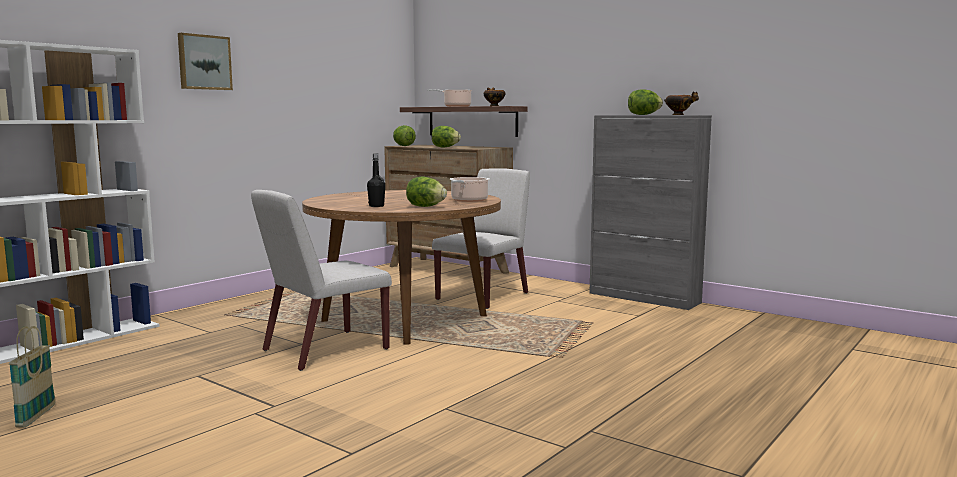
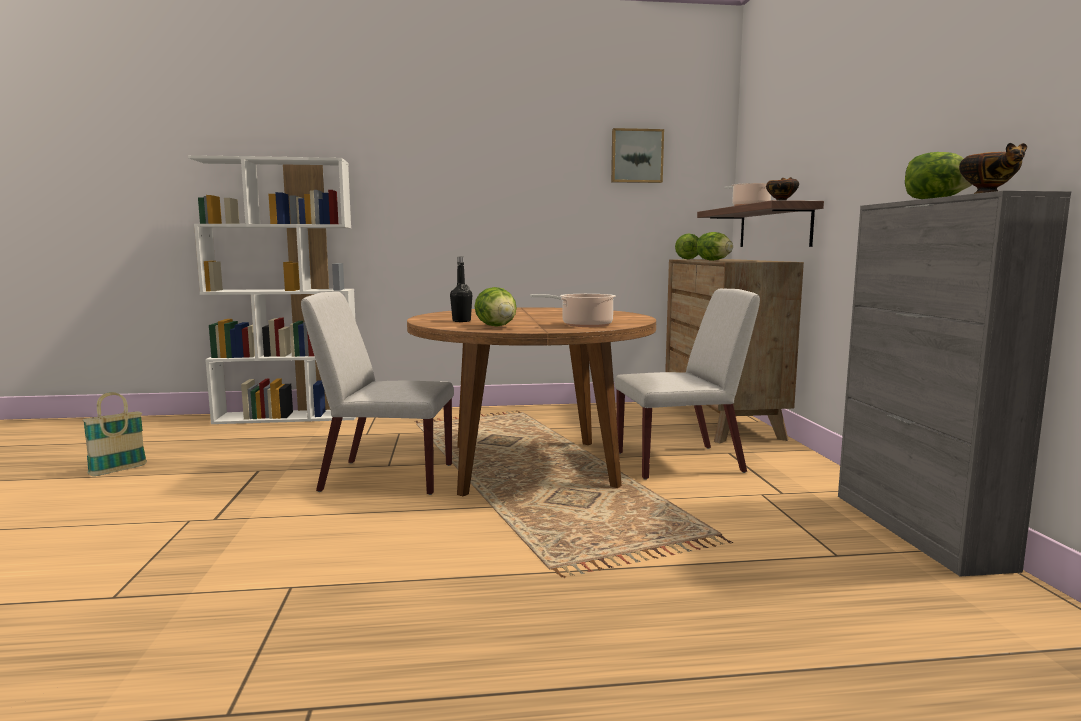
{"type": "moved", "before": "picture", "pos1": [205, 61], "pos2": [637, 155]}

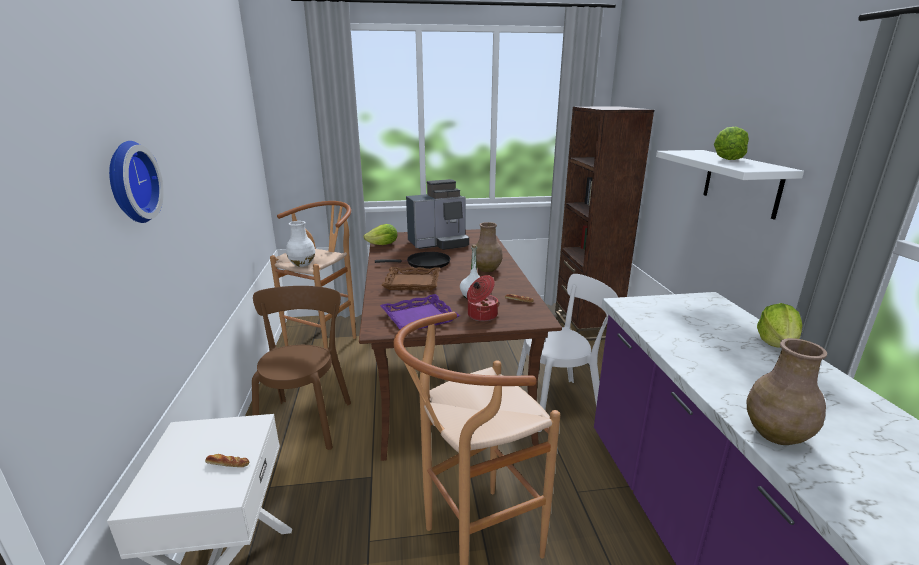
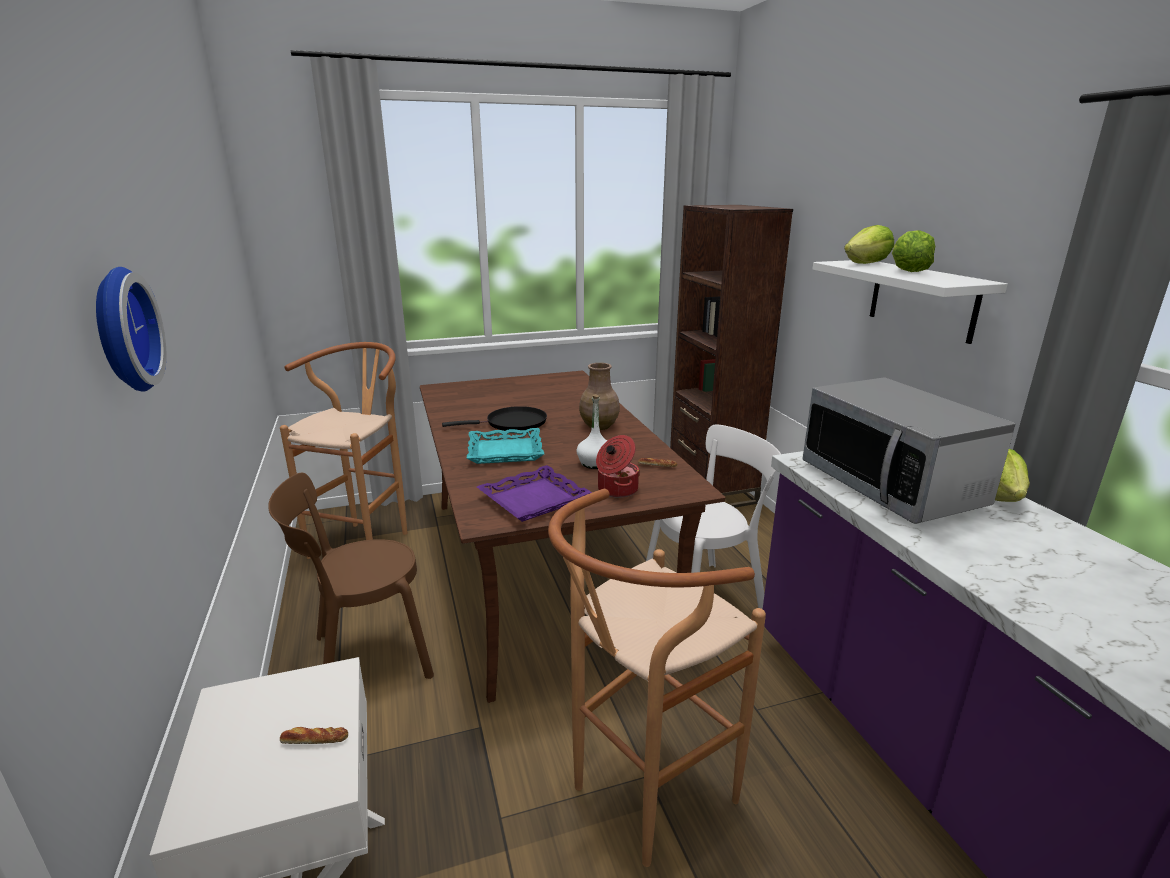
{"type": "removed", "before": "vase (white)", "pos1": [300, 244]}
{"type": "removed", "before": "coffee machine", "pos1": [437, 214]}
{"type": "removed", "before": "vase (brown)", "pos1": [787, 391]}
{"type": "added", "after": "microwave", "pos2": [908, 450]}
{"type": "moved", "before": "lettuce", "pos1": [380, 234], "pos2": [869, 244]}
{"type": "recoloured", "before": "tray (brown)", "after": "tray (turquoise)", "pos1": [411, 279], "pos2": [505, 446]}
{"type": "turned", "before": "chair (brown)", "pos1": [301, 368], "pos2": [351, 576], "turn": -105}

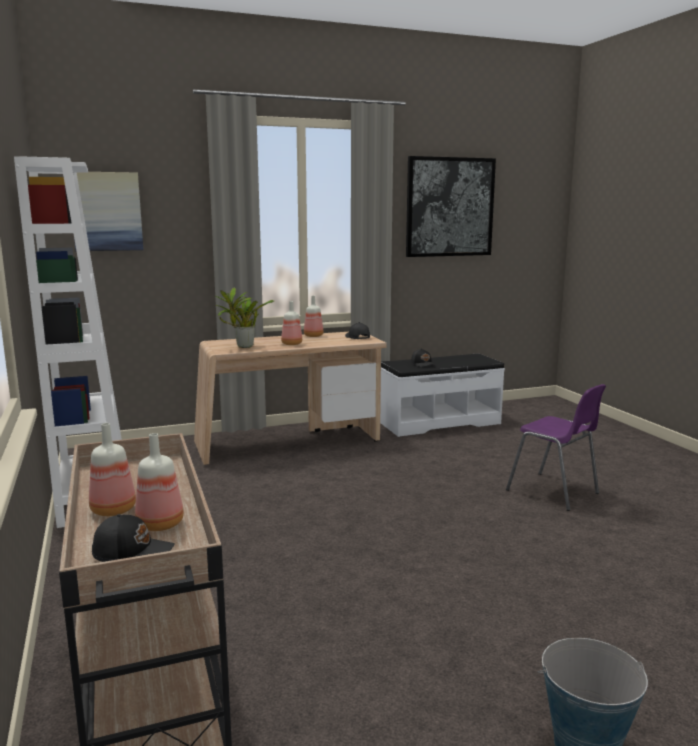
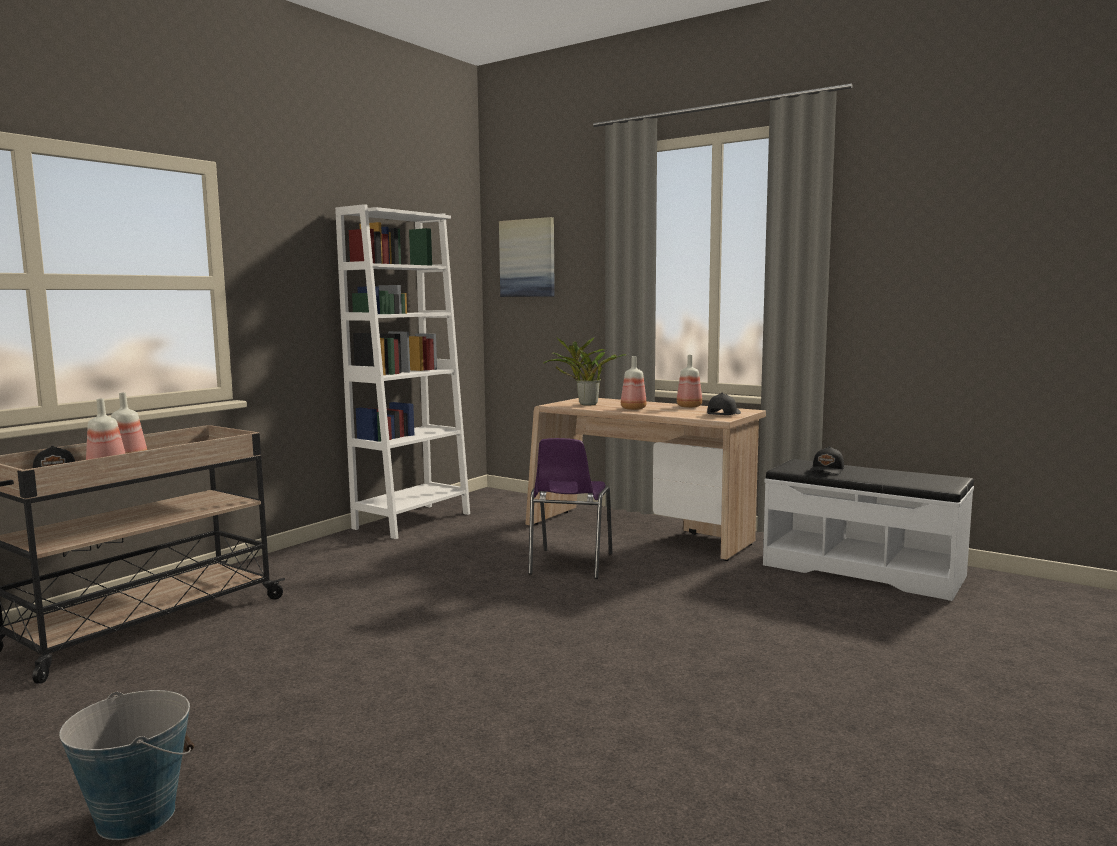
{"type": "removed", "before": "picture", "pos1": [451, 206]}
{"type": "moved", "before": "chair (purple)", "pos1": [556, 447], "pos2": [570, 508]}

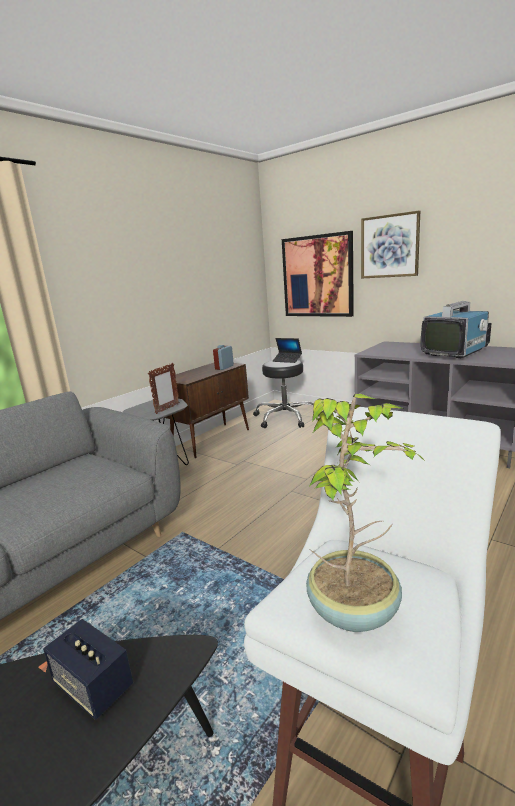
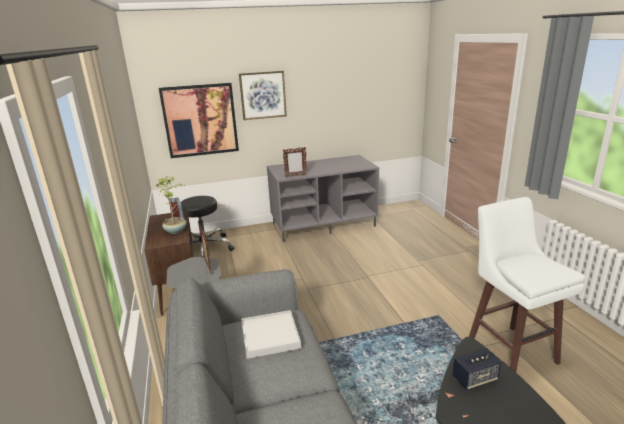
{"type": "removed", "before": "laptop", "pos1": [287, 350]}
{"type": "removed", "before": "television", "pos1": [456, 329]}
{"type": "added", "after": "tray (white)", "pos2": [271, 334]}
{"type": "added", "after": "picture frame", "pos2": [295, 162]}
{"type": "moved", "before": "potted plant", "pos1": [366, 513], "pos2": [171, 205]}

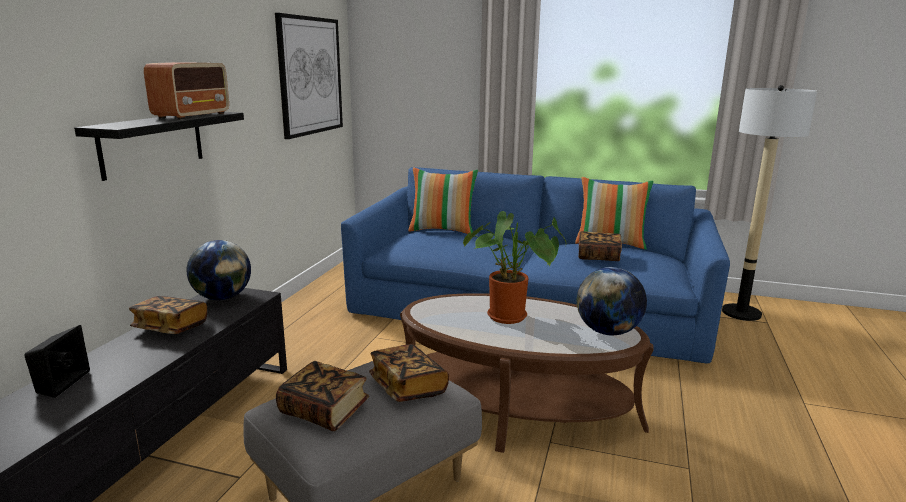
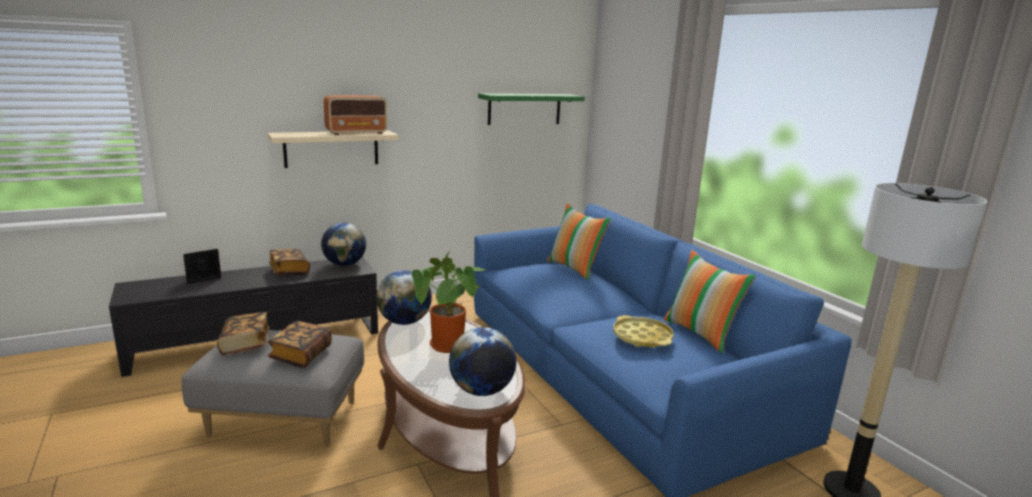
{"type": "added", "after": "globe", "pos2": [404, 297]}
{"type": "replaced", "before": "picture", "after": "shelf (green)", "pos1": [309, 76], "pos2": [531, 109]}
{"type": "replaced", "before": "book", "after": "tray (yellow)", "pos1": [600, 246], "pos2": [643, 331]}
{"type": "recoloured", "before": "shelf (black)", "after": "shelf (beige)", "pos1": [159, 146], "pos2": [333, 149]}

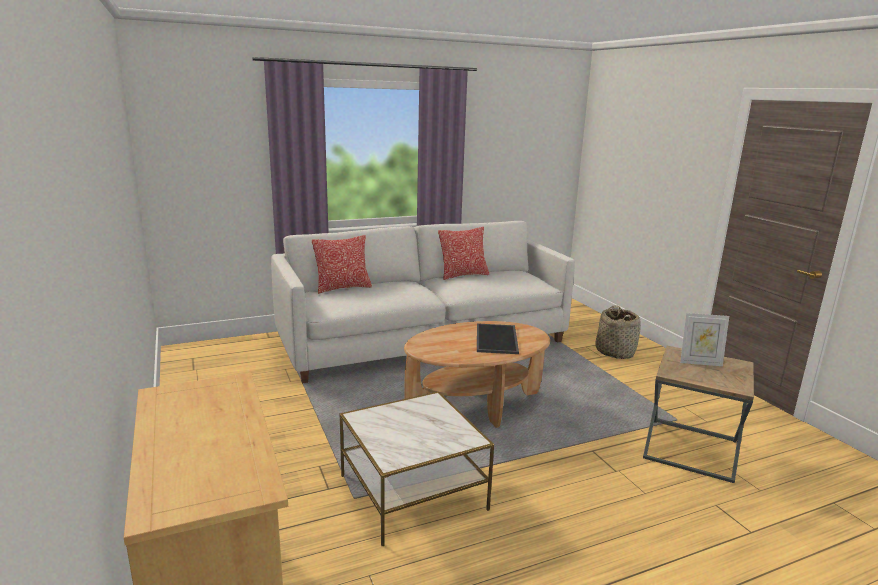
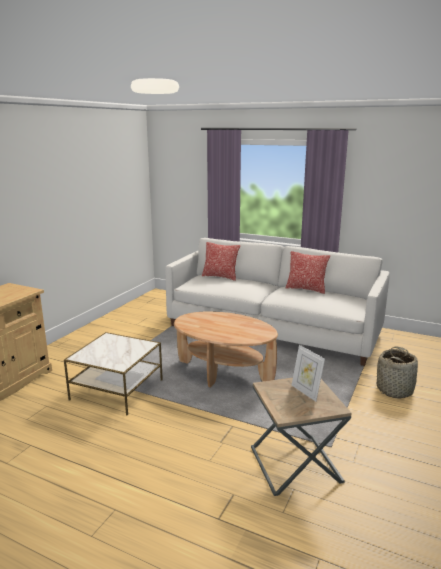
{"type": "removed", "before": "tray", "pos1": [498, 338]}

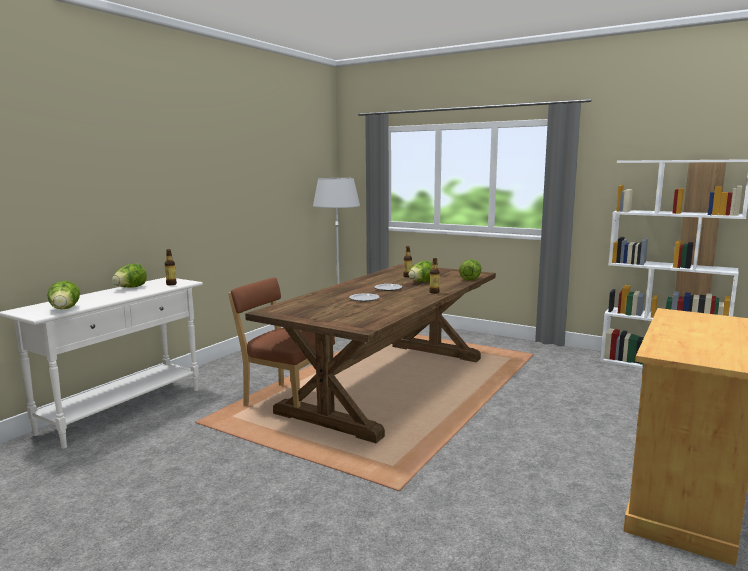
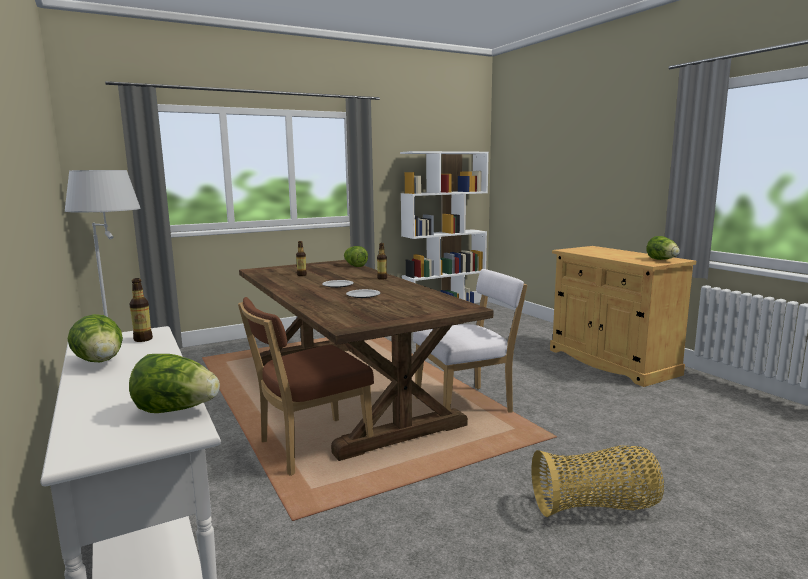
{"type": "added", "after": "chair (white)", "pos2": [470, 341]}
{"type": "added", "after": "basket", "pos2": [598, 481]}
{"type": "moved", "before": "lettuce", "pos1": [420, 271], "pos2": [663, 248]}

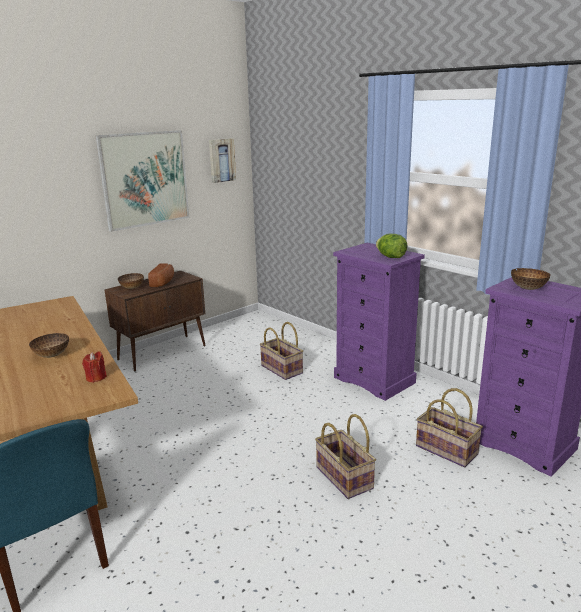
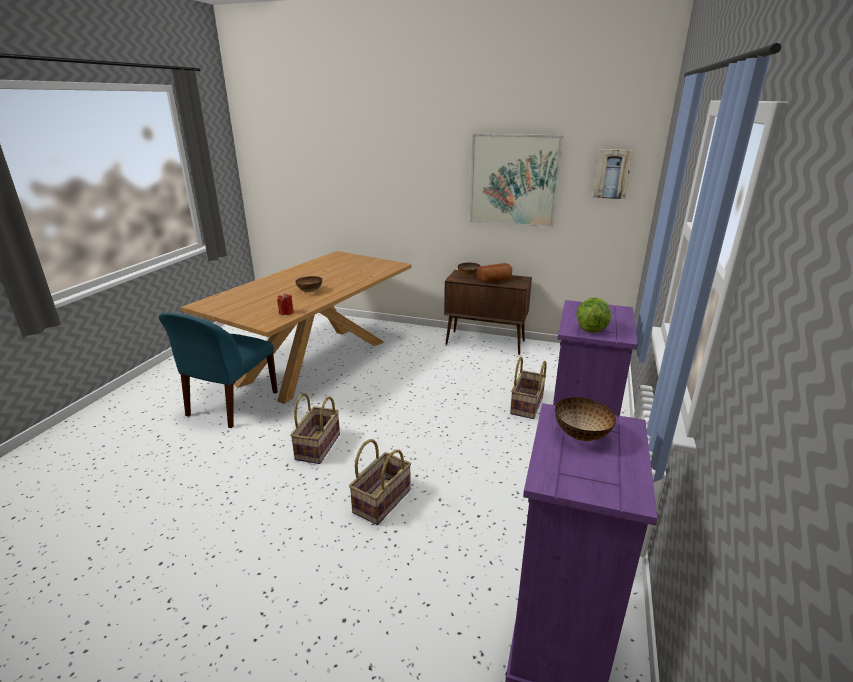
{"type": "moved", "before": "basket", "pos1": [449, 427], "pos2": [315, 428]}

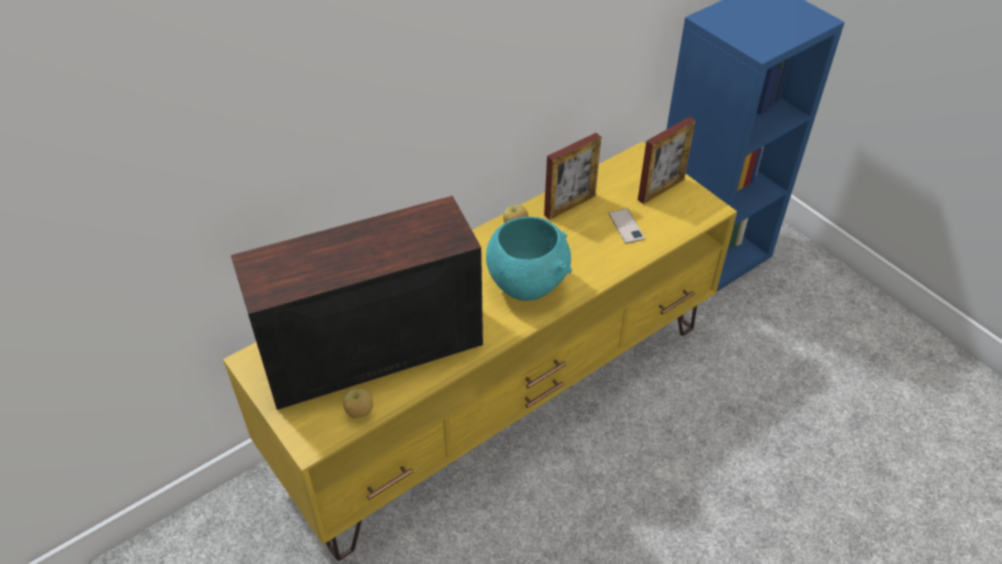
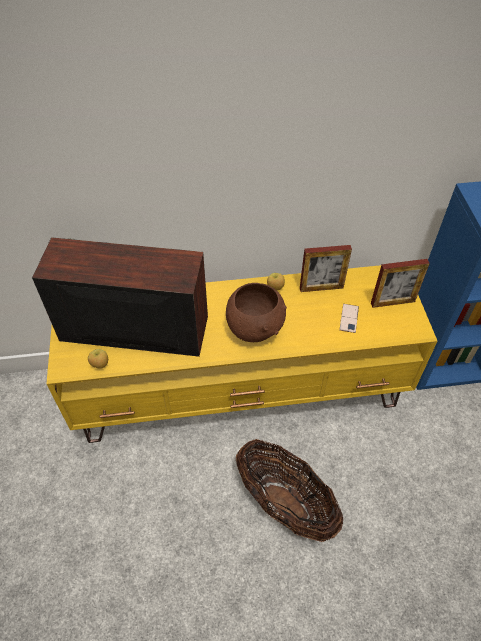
{"type": "added", "after": "basket", "pos2": [289, 490]}
{"type": "recoloured", "before": "bowl (turquoise)", "after": "bowl (brown)", "pos1": [529, 259], "pos2": [256, 312]}

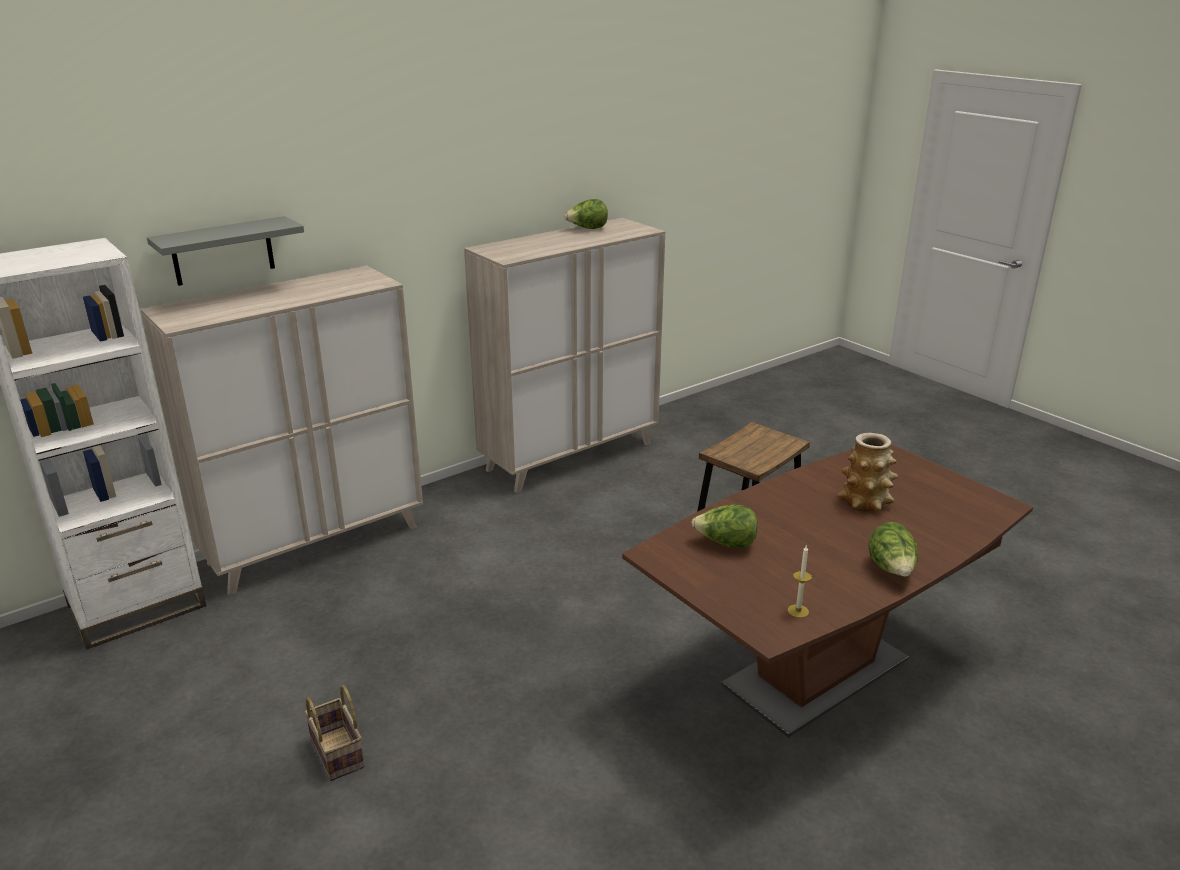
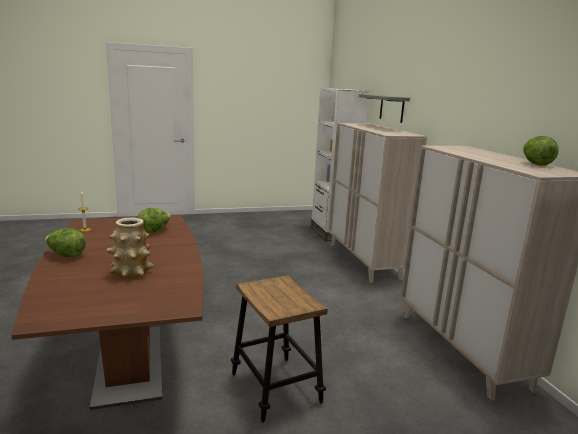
{"type": "removed", "before": "basket", "pos1": [335, 733]}

